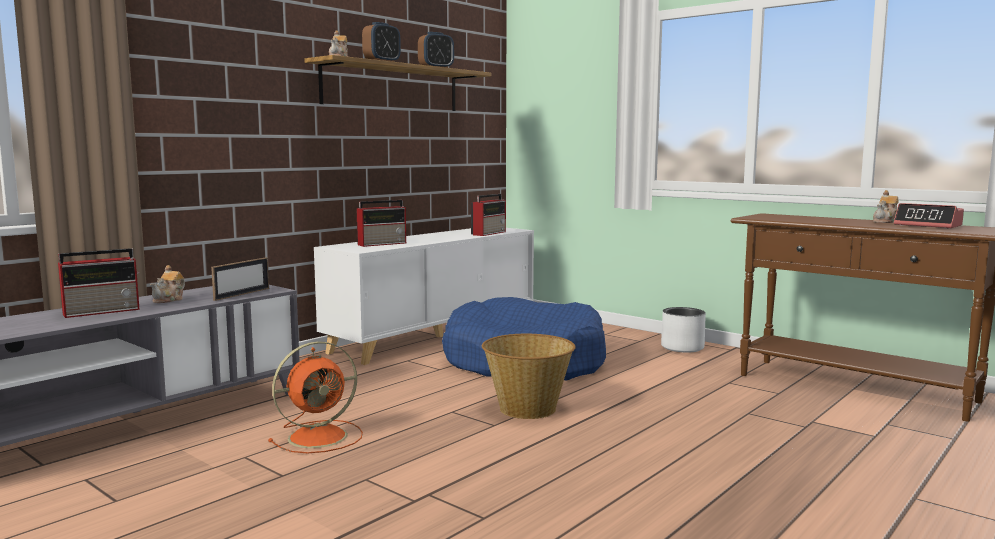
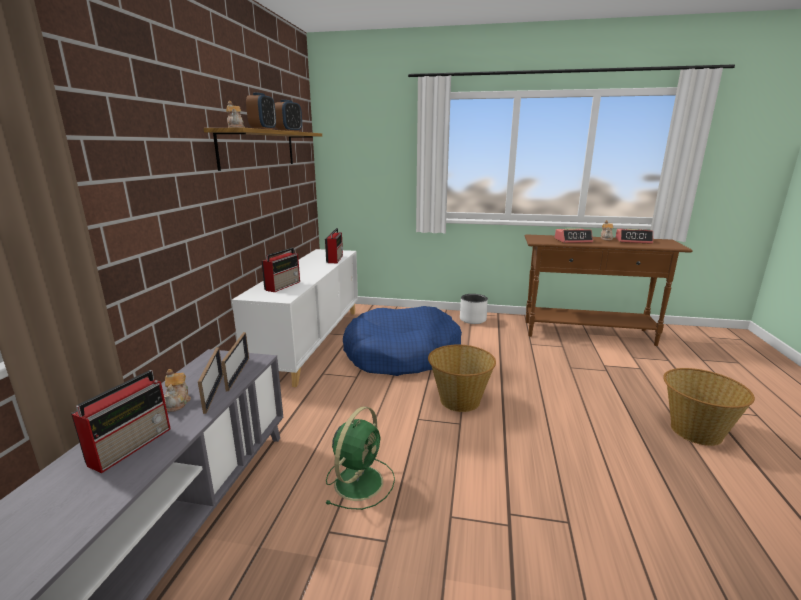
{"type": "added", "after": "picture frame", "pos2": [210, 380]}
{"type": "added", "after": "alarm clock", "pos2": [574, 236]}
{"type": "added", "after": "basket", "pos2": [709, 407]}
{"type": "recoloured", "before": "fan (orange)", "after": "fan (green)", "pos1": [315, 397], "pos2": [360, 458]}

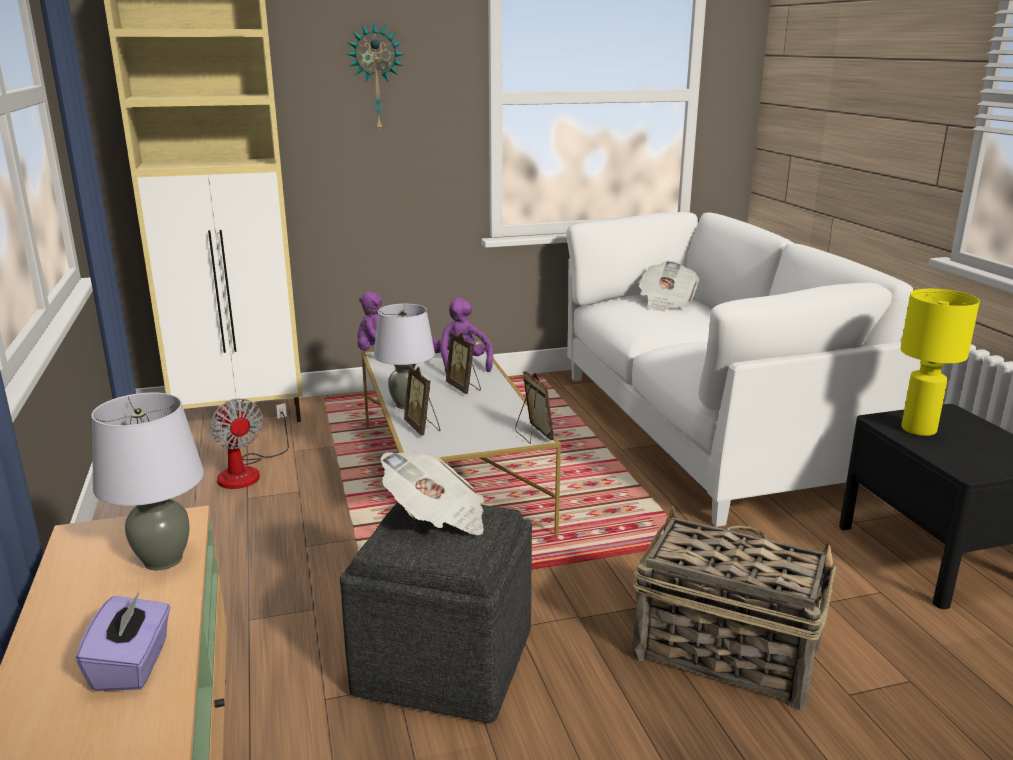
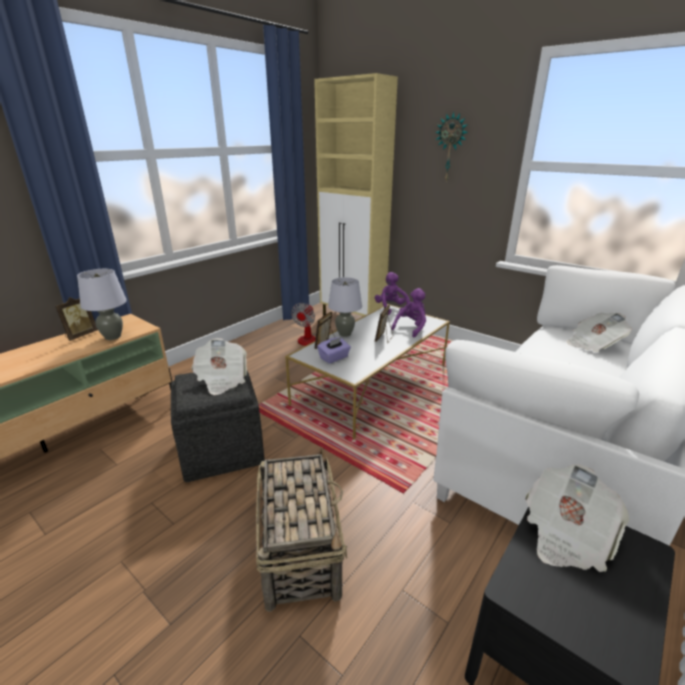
{"type": "moved", "before": "tissue box (purple)", "pos1": [123, 641], "pos2": [334, 350]}
{"type": "moved", "before": "picture frame", "pos1": [534, 407], "pos2": [76, 319]}
{"type": "replaced", "before": "table lamp (yellow)", "after": "newspaper", "pos1": [940, 362], "pos2": [577, 518]}

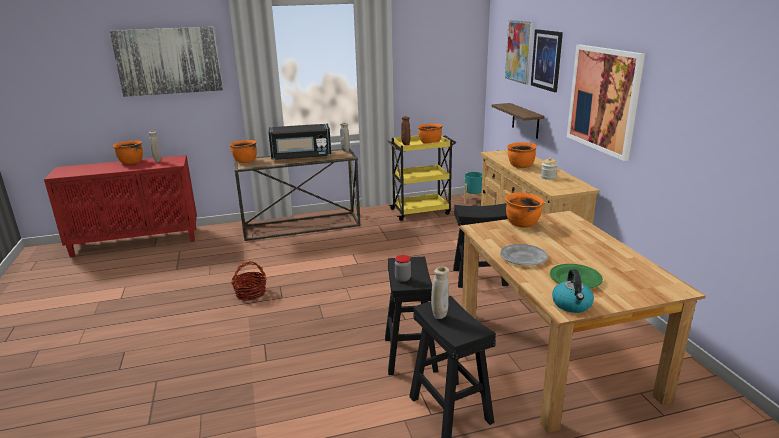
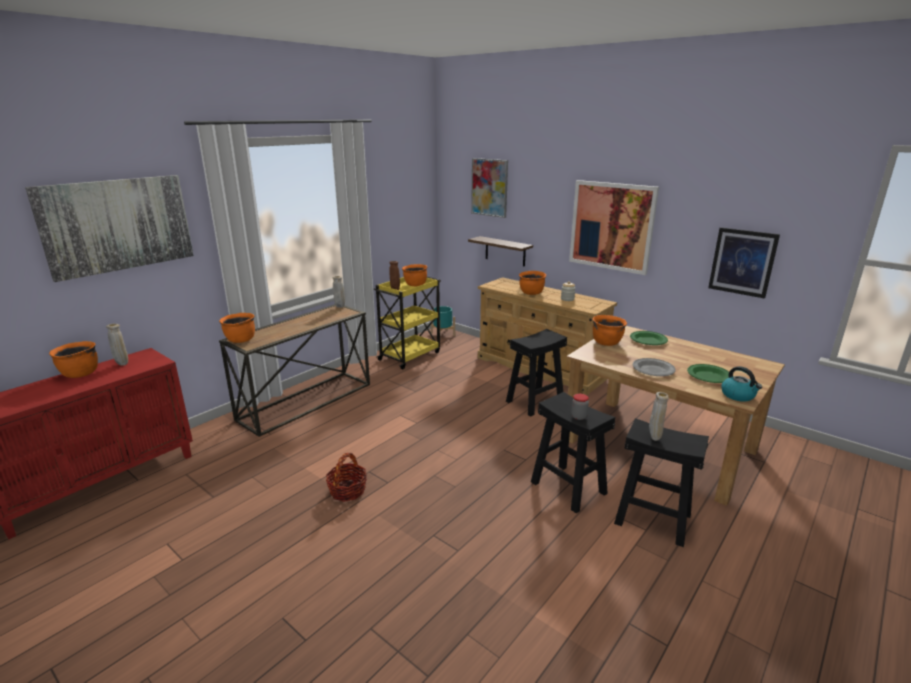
{"type": "removed", "before": "microwave (black)", "pos1": [300, 142]}
{"type": "added", "after": "plate (green)", "pos2": [649, 338]}
{"type": "moved", "before": "picture", "pos1": [547, 60], "pos2": [744, 263]}

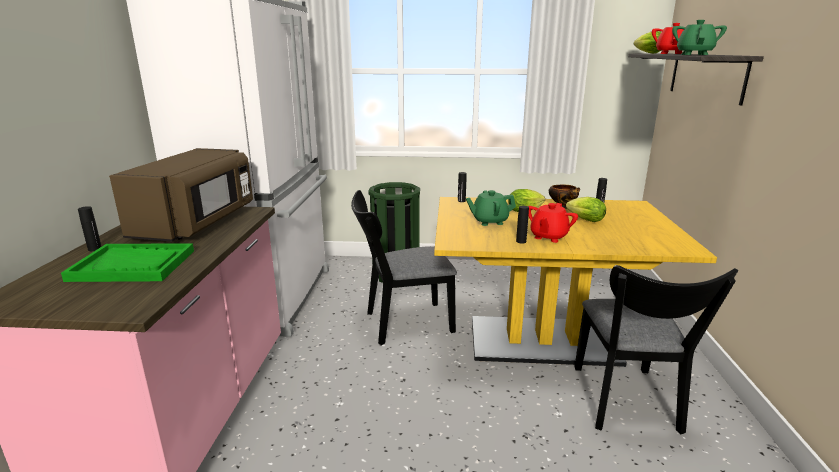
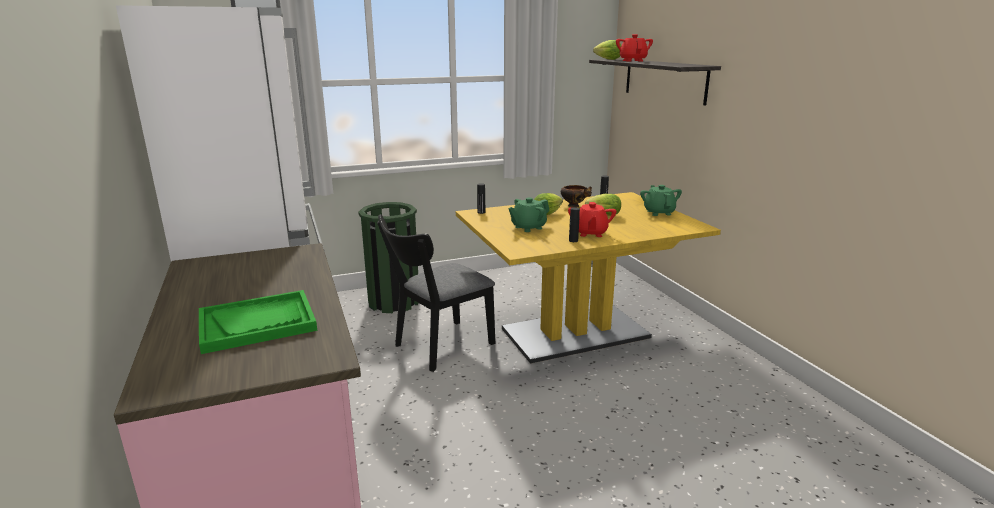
{"type": "removed", "before": "bottle (black)", "pos1": [90, 228]}
{"type": "removed", "before": "microwave (brown)", "pos1": [181, 194]}
{"type": "removed", "before": "chair (black)", "pos1": [656, 349]}
{"type": "moved", "before": "teapot (green)", "pos1": [699, 37], "pos2": [661, 200]}

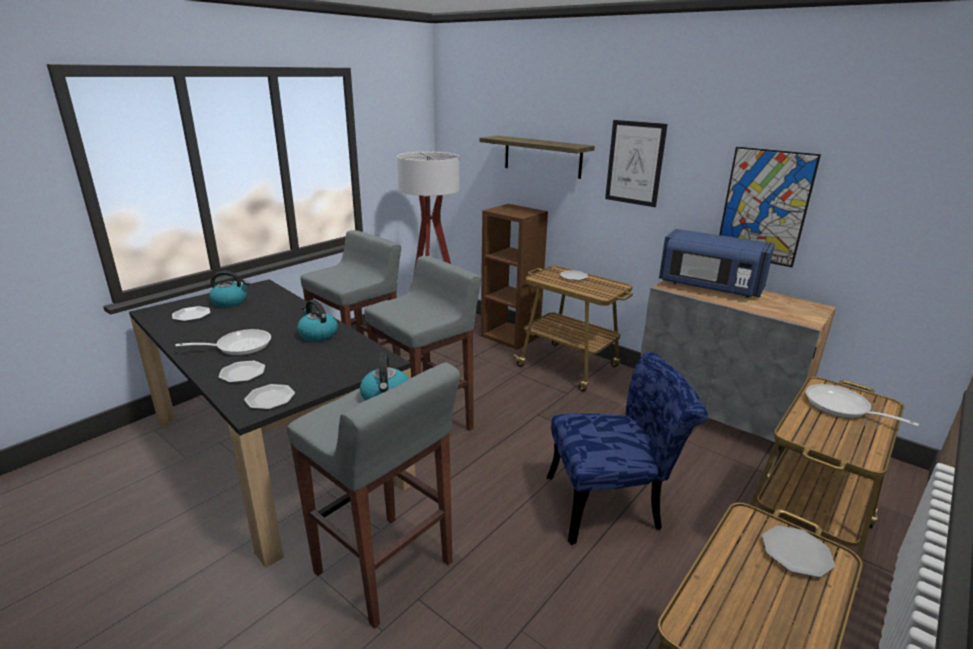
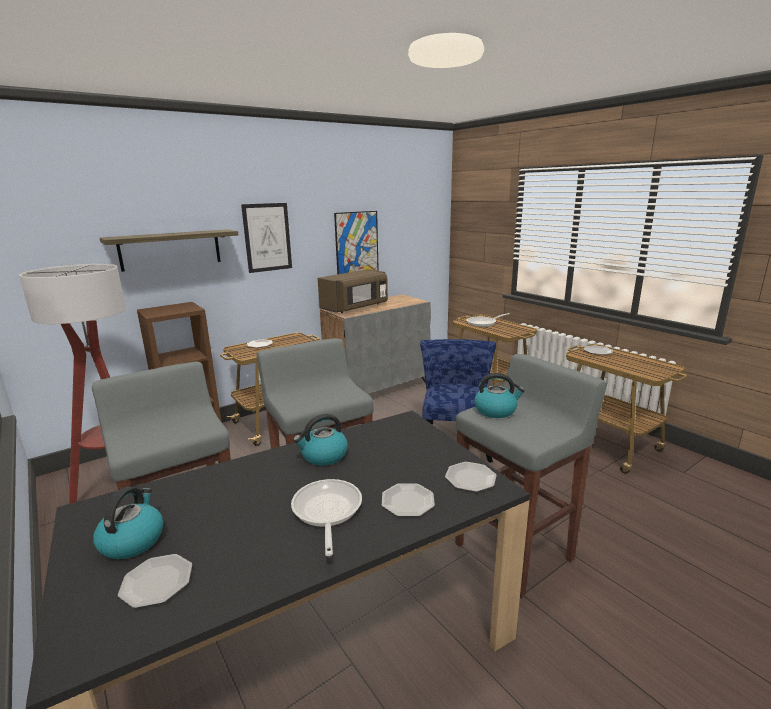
{"type": "recoloured", "before": "microwave (blue)", "after": "microwave (brown)", "pos1": [717, 263], "pos2": [353, 291]}

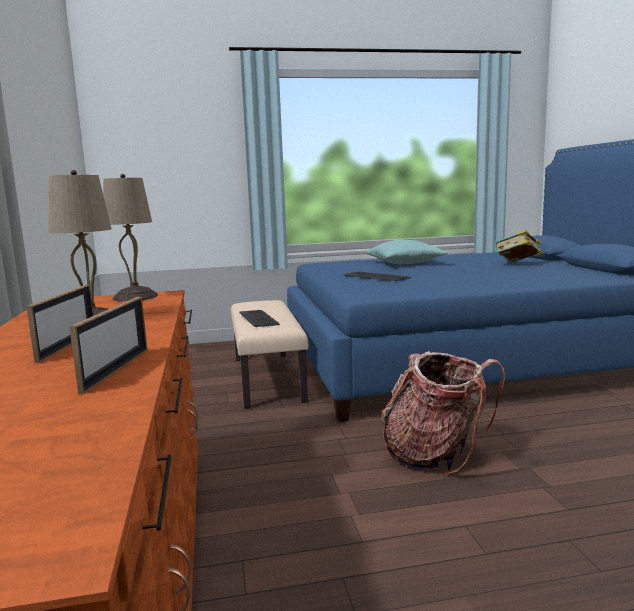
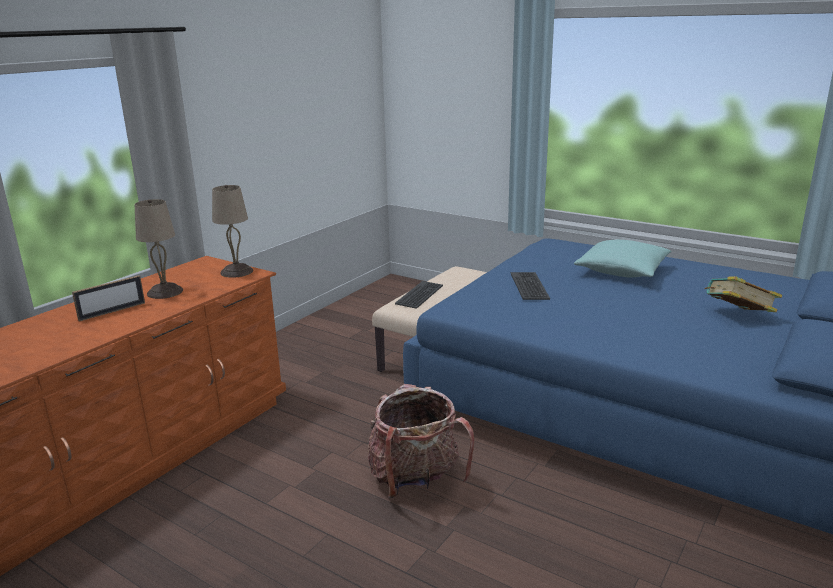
{"type": "removed", "before": "picture frame", "pos1": [108, 345]}

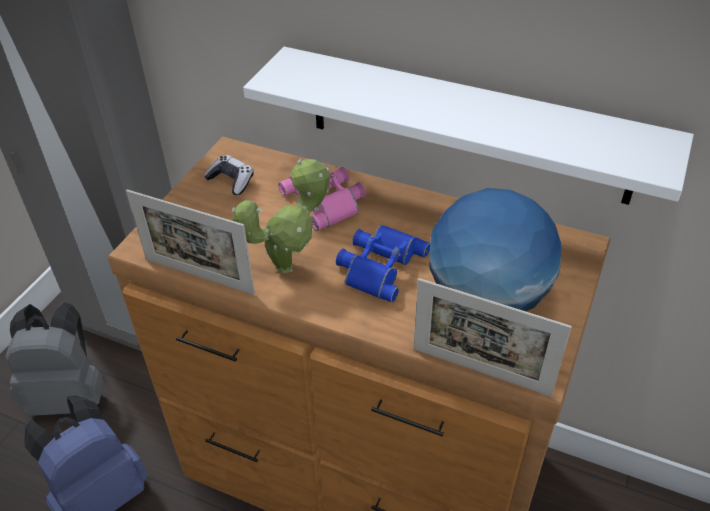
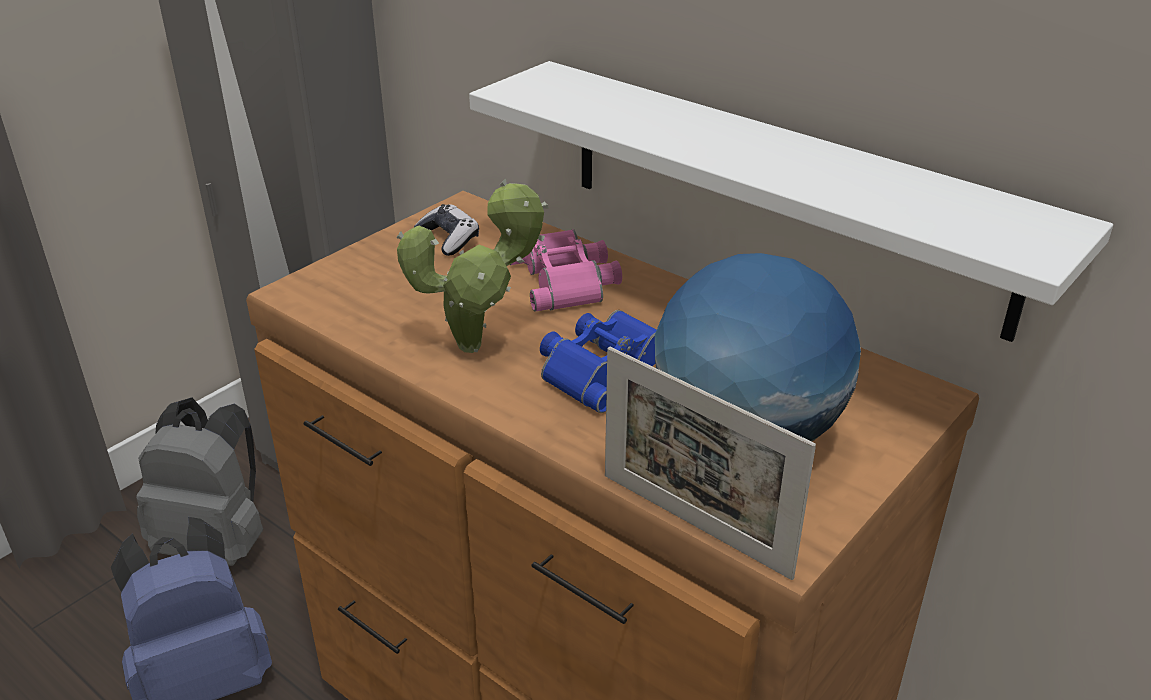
{"type": "removed", "before": "picture frame", "pos1": [190, 242]}

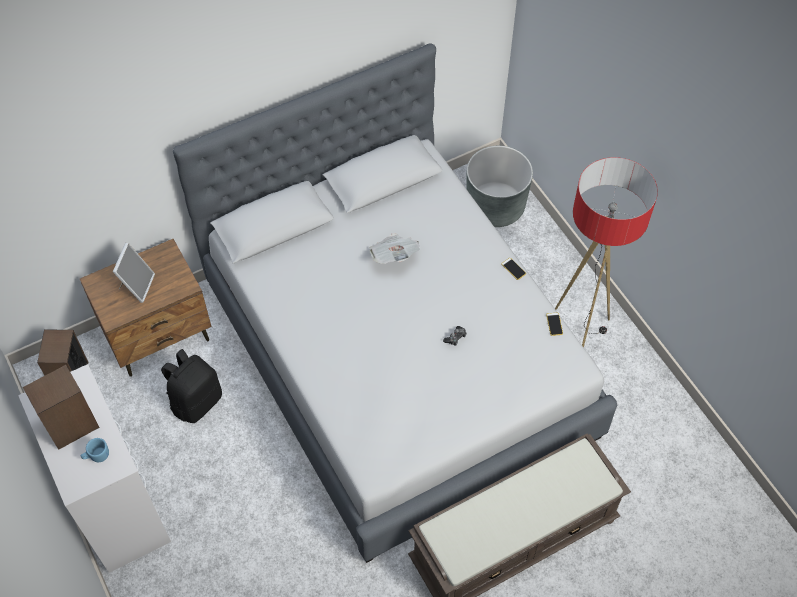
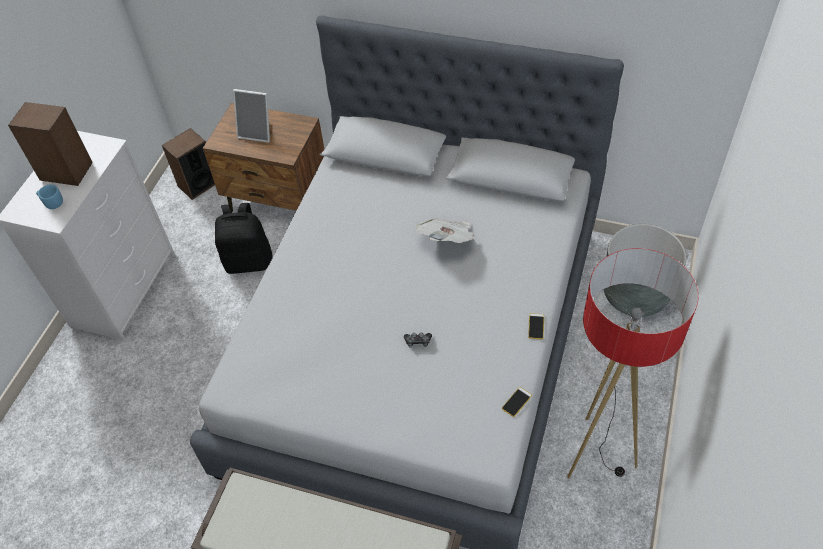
{"type": "turned", "before": "picture frame", "pos1": [134, 272], "pos2": [251, 116], "turn": 45}

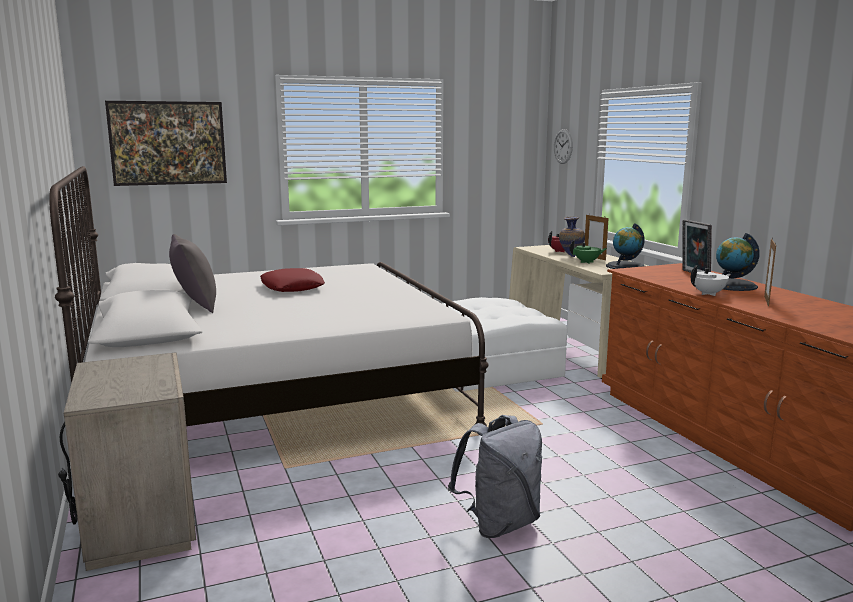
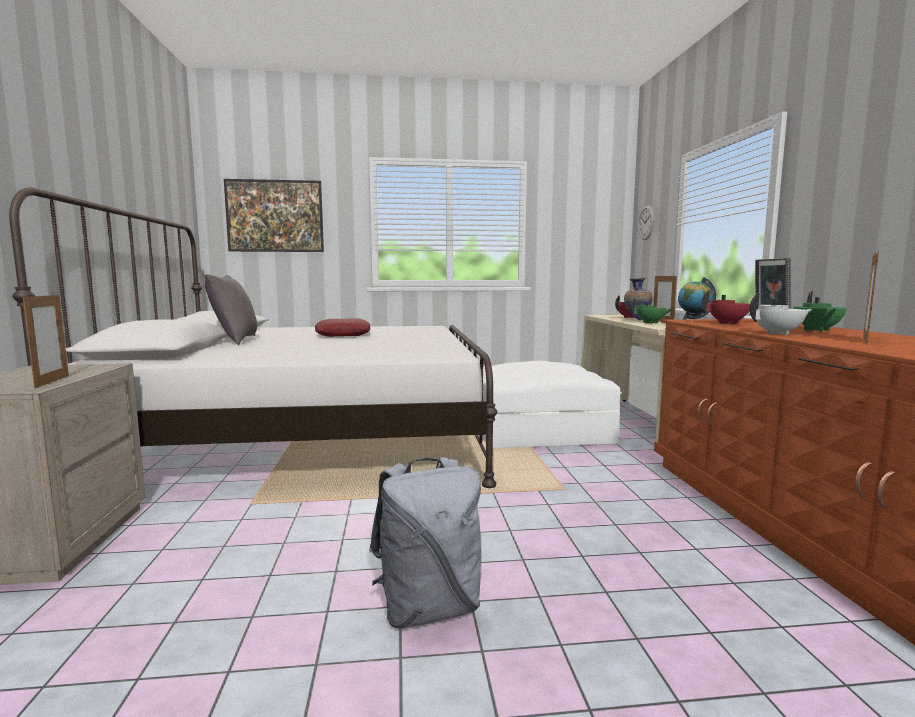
{"type": "added", "after": "picture frame", "pos2": [46, 340]}
{"type": "added", "after": "teapot (red)", "pos2": [730, 307]}
{"type": "replaced", "before": "globe", "after": "teapot (green)", "pos1": [738, 262], "pos2": [820, 311]}

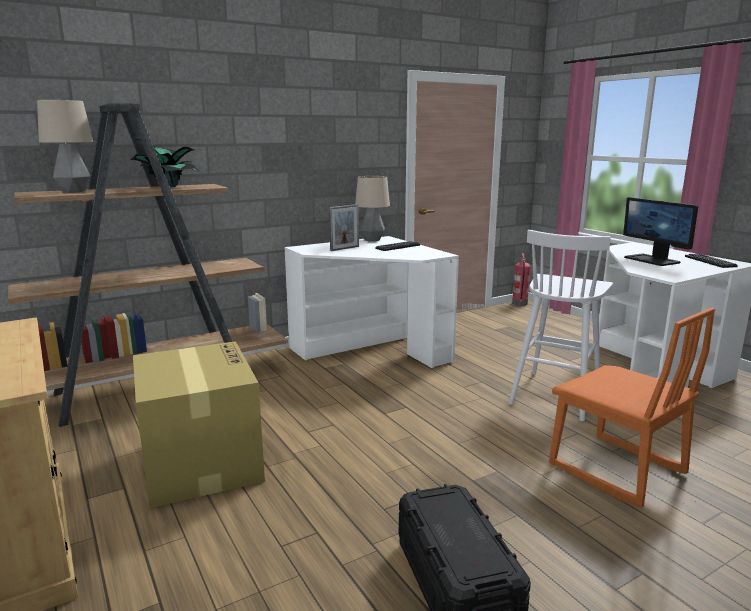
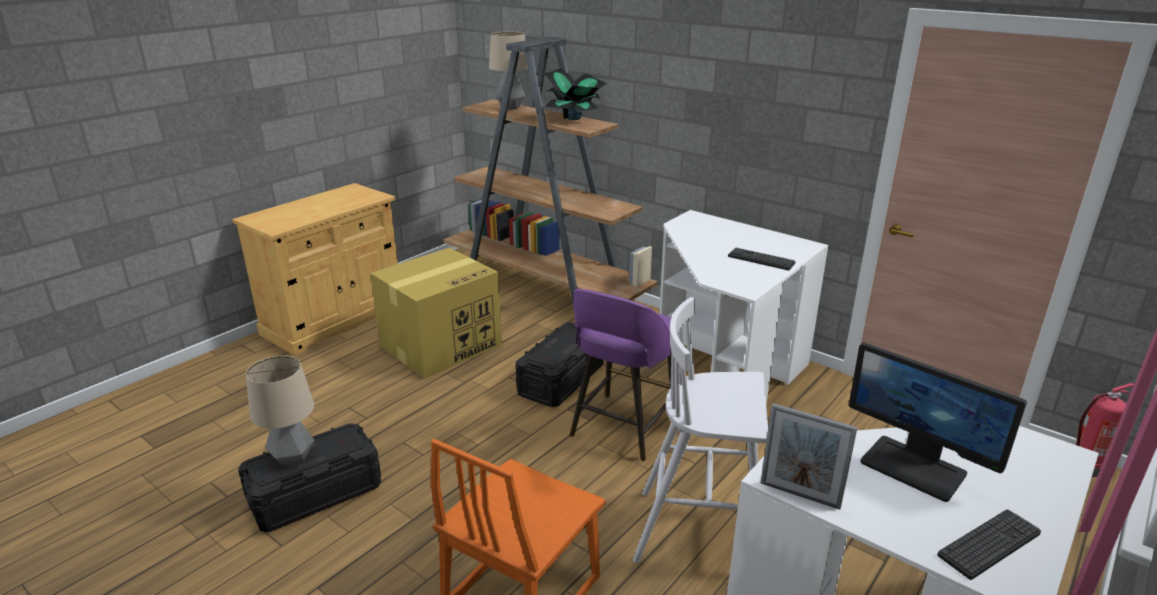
{"type": "added", "after": "storage box (black)", "pos2": [559, 364]}
{"type": "added", "after": "stool (purple)", "pos2": [624, 375]}
{"type": "moved", "before": "picture frame", "pos1": [344, 227], "pos2": [809, 456]}
{"type": "moved", "before": "table lamp", "pos1": [372, 209], "pos2": [280, 411]}
{"type": "turned", "before": "monitor", "pos1": [660, 231], "pos2": [938, 422], "turn": -90}

